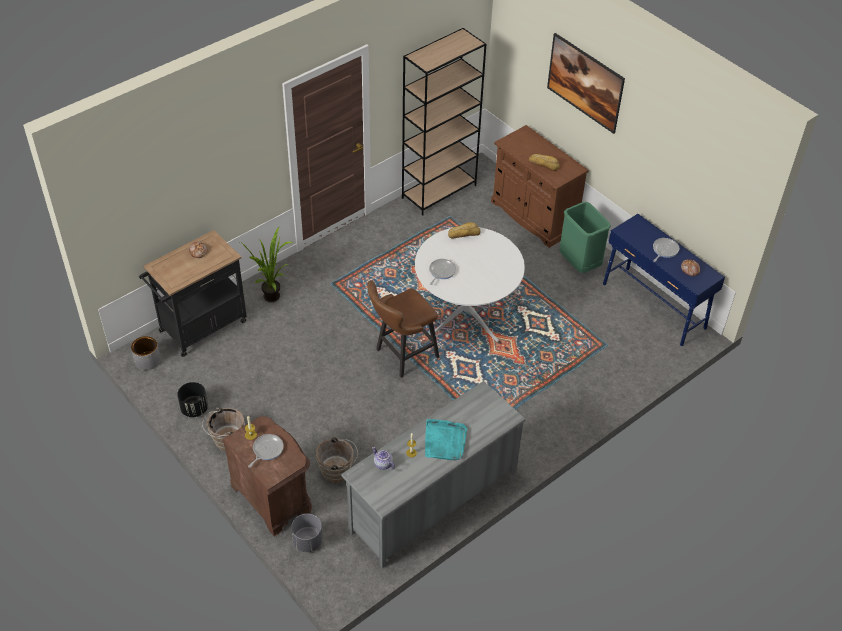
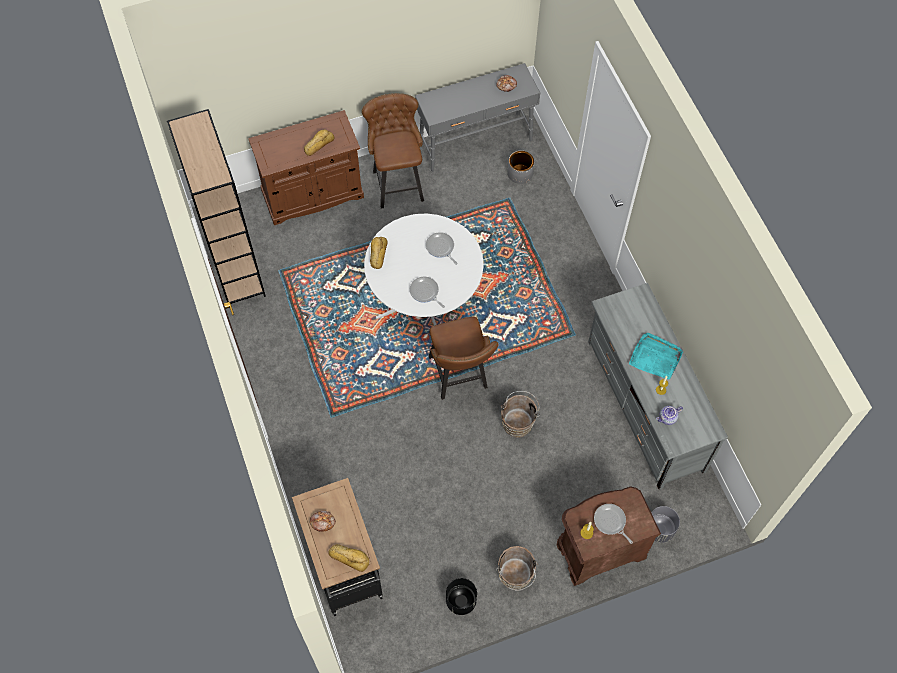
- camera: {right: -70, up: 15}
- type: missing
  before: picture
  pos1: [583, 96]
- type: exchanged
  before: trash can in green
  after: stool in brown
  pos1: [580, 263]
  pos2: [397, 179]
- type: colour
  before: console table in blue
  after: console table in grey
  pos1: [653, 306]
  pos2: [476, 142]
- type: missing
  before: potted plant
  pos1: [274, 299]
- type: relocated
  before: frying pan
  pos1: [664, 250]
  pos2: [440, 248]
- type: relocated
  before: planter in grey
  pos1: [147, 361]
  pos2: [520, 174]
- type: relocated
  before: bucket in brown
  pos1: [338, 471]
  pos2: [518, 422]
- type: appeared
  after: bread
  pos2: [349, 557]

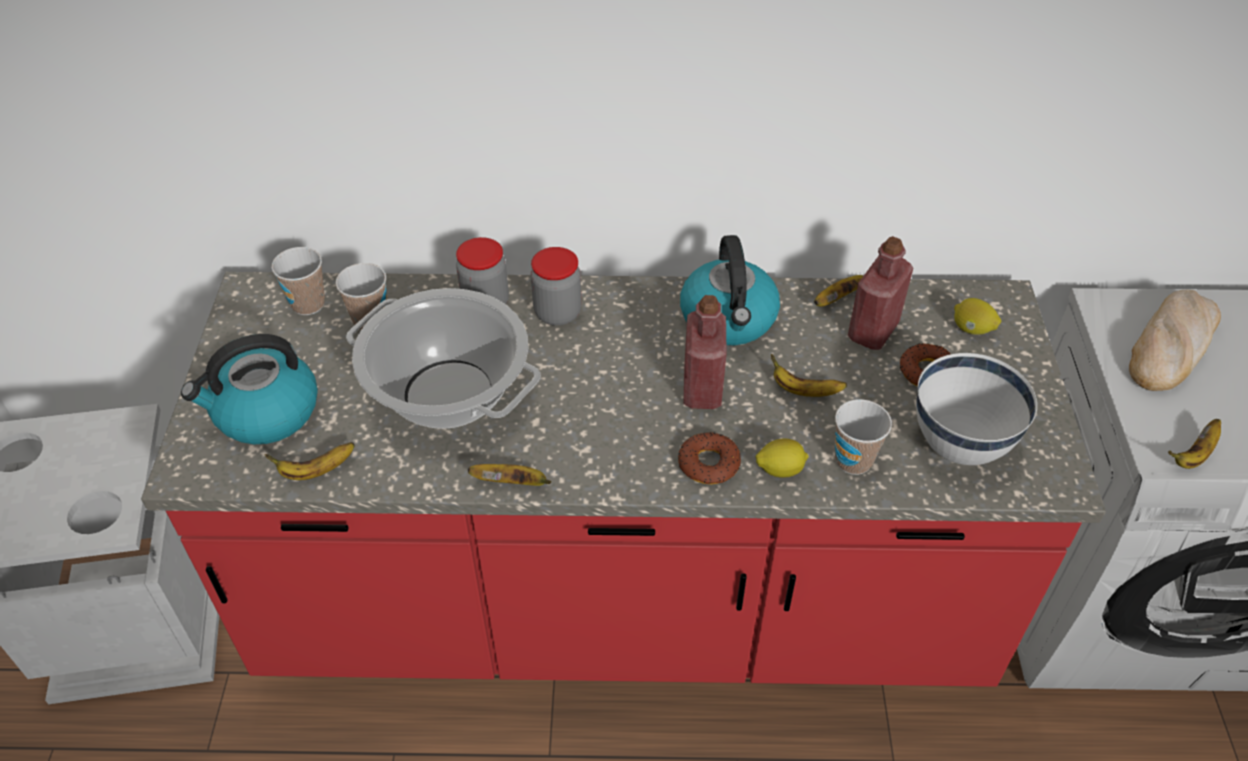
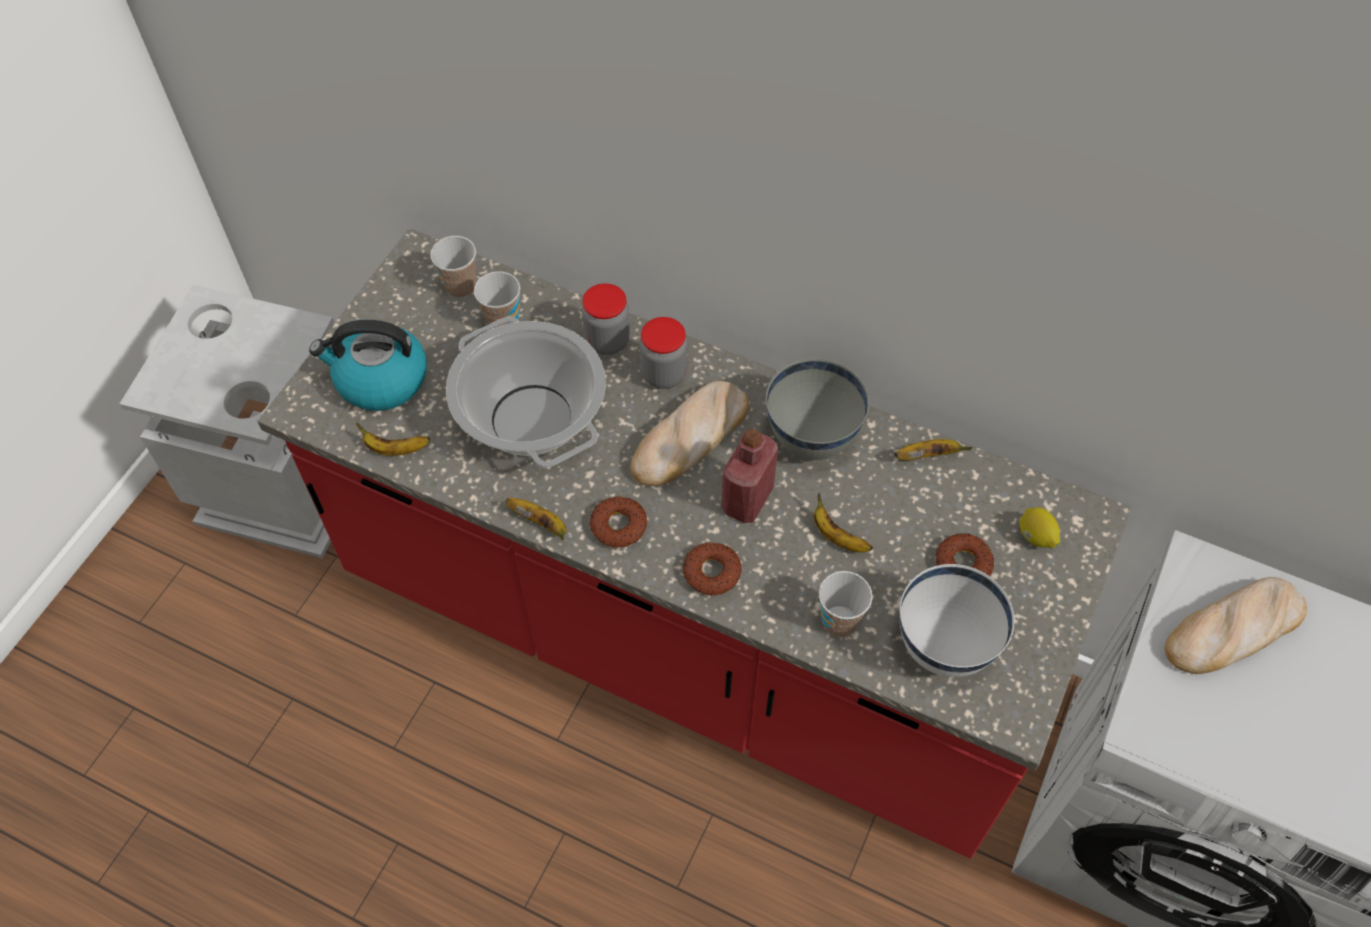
- camera: {right: 25, up: 10}
- type: exchanged
  before: kettle
  after: bowl in grey
  pos1: [729, 319]
  pos2: [812, 439]
- type: missing
  before: bottle in red
  pos1: [873, 331]
- type: missing
  before: banana
  pos1: [1193, 455]
- type: missing
  before: lemon
  pos1: [779, 470]
- type: appeared
  after: bread
  pos2: [690, 438]
- type: appeared
  after: donut
  pos2: [618, 525]

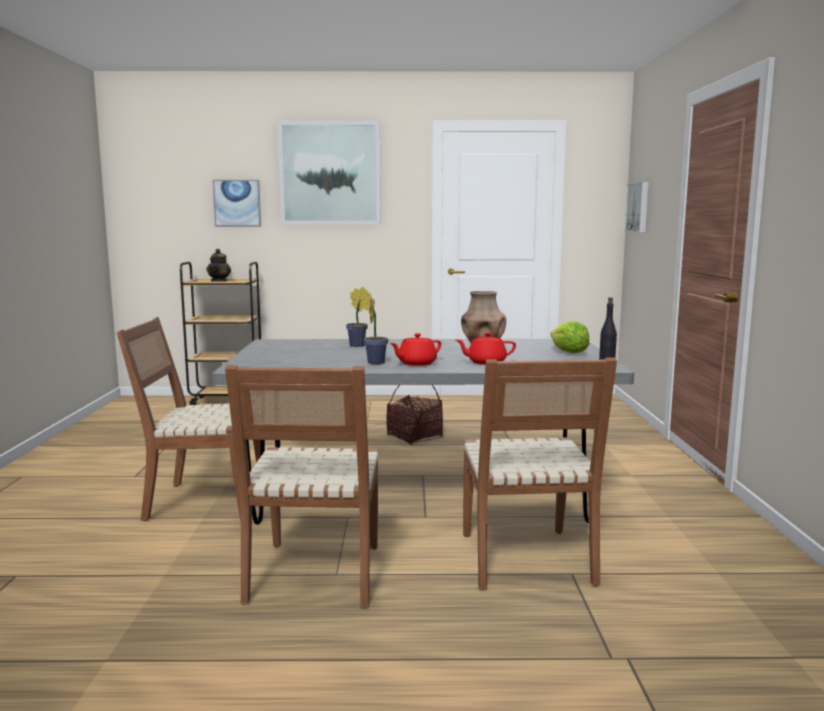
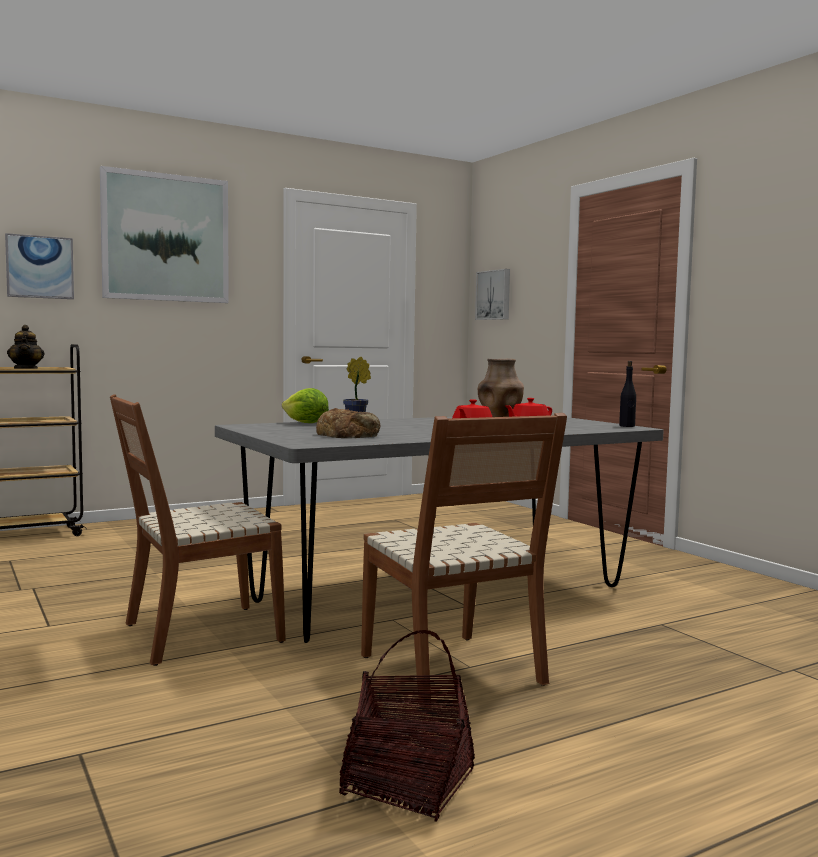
- camera: {right: -30, up: -5}
- type: missing
  before: potted plant
  pos1: [376, 362]
- type: relocated
  before: lettuce
  pos1: [568, 353]
  pos2: [306, 423]
- type: missing
  before: chair
  pos1: [526, 562]
- type: relocated
  before: basket
  pos1: [414, 436]
  pos2: [407, 783]
- type: appeared
  after: bread
  pos2: [348, 434]

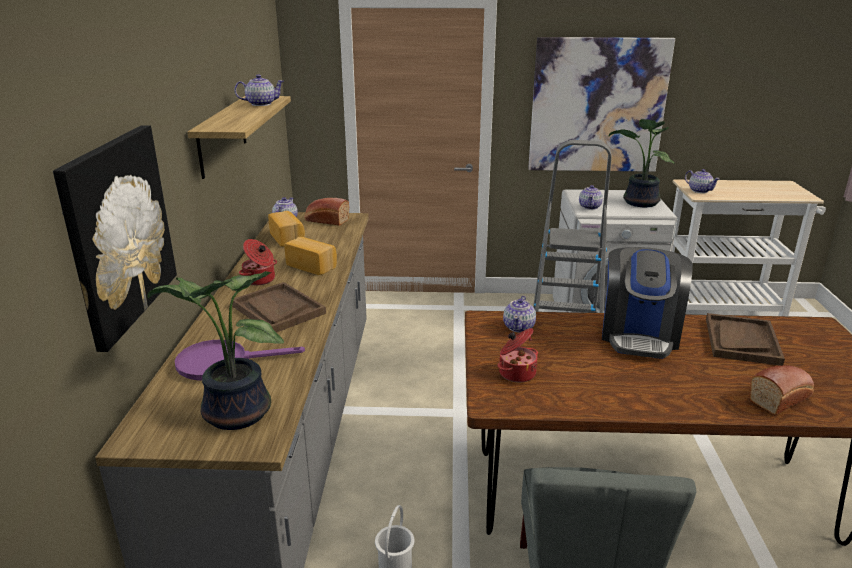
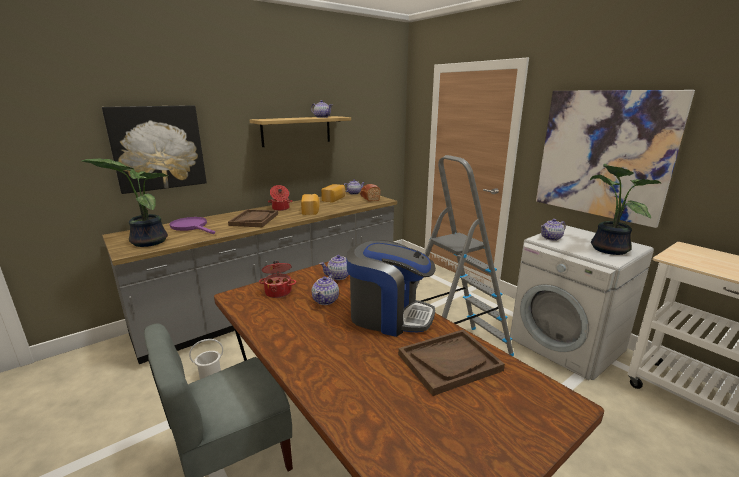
- camera: {right: 50, up: -5}
- type: relocated
  before: teapot
  pos1: [699, 190]
  pos2: [326, 300]
- type: spun
  before: coffee machine
  pos1: [639, 335]
  pos2: [389, 315]
  turn: -135
- type: missing
  before: bread
  pos1: [781, 398]

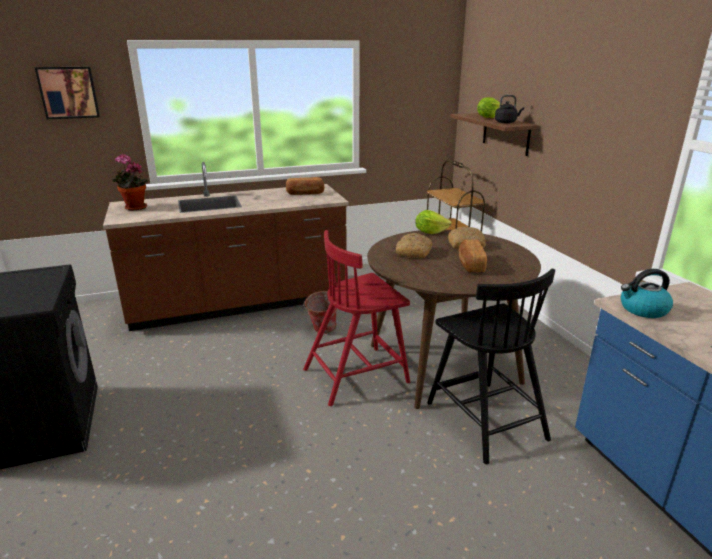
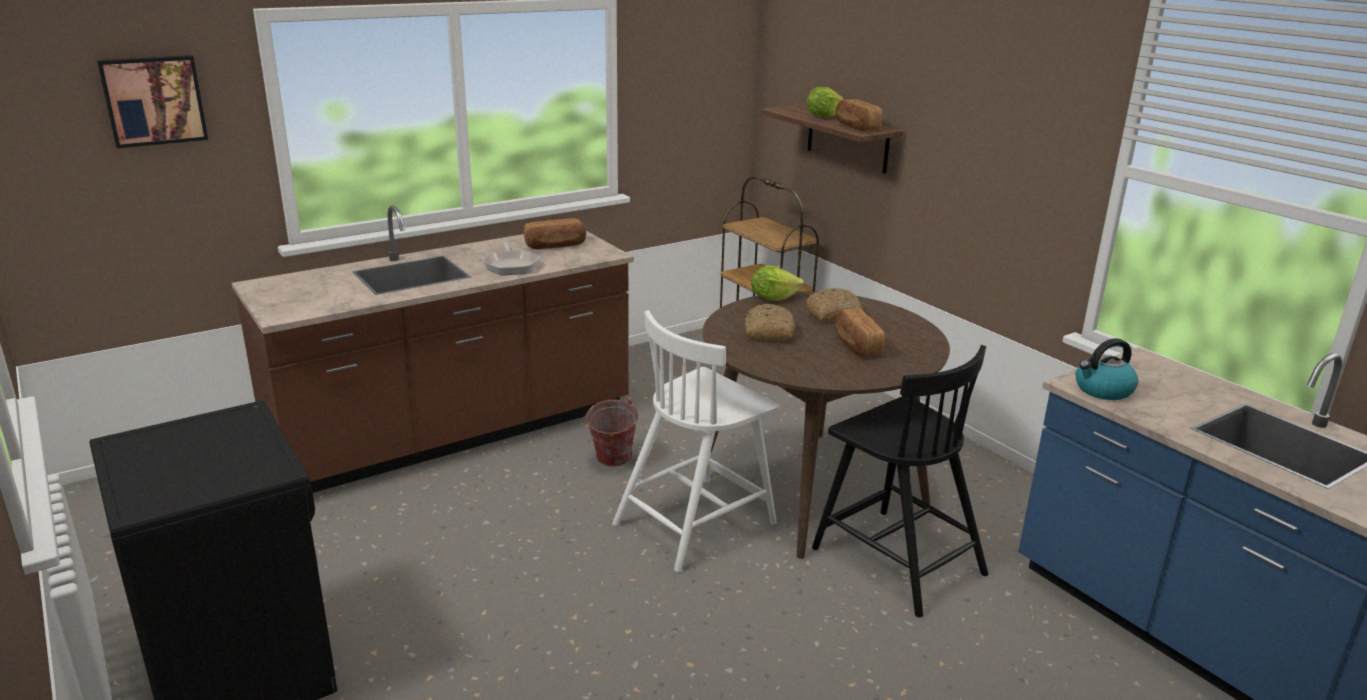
- camera: {right: -15, up: 0}
- type: exchanged
  before: kettle in black
  after: bread
  pos1: [506, 122]
  pos2: [855, 126]
- type: missing
  before: potted plant
  pos1: [134, 208]
- type: colour
  before: chair in red
  after: chair in white
  pos1: [357, 375]
  pos2: [696, 522]
- type: appeared
  after: frying pan
  pos2: [511, 265]

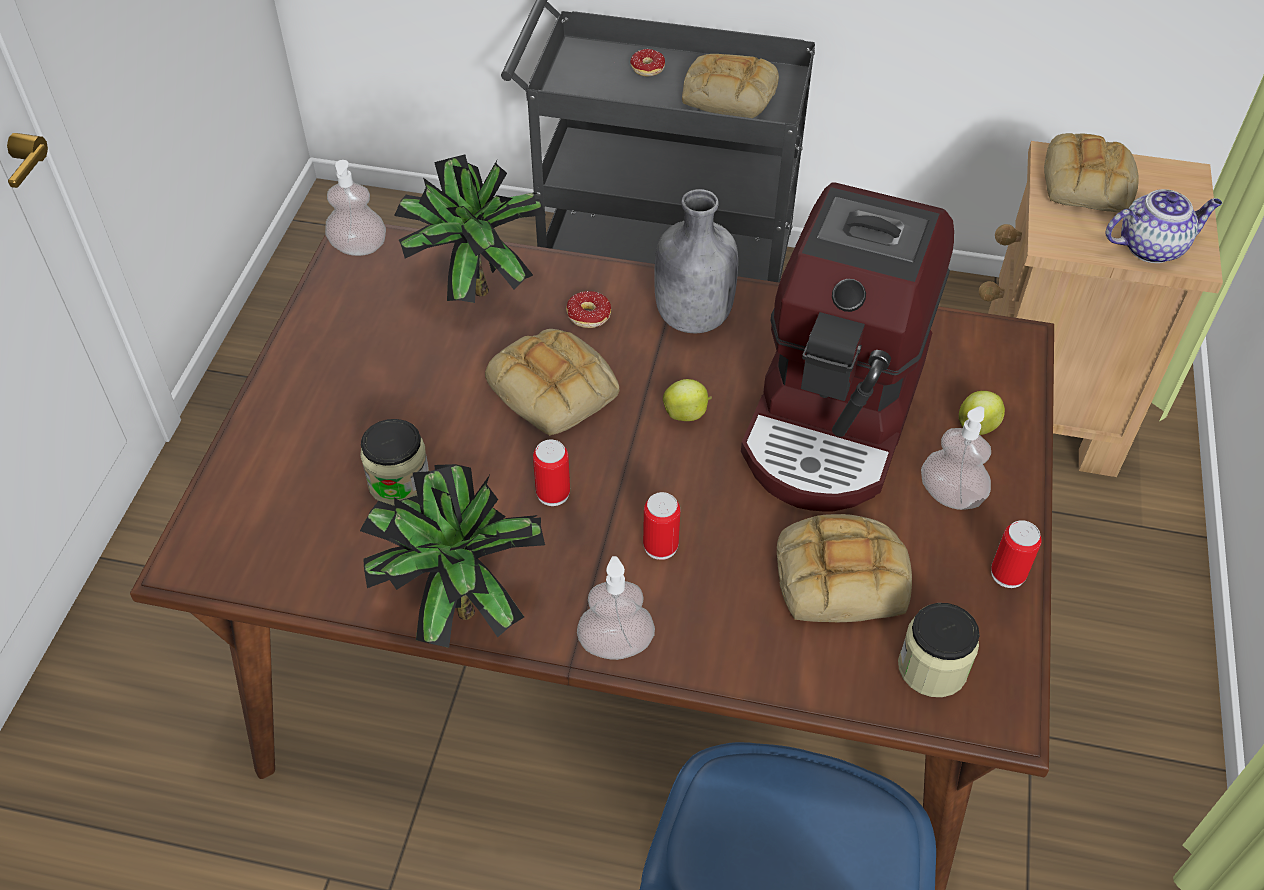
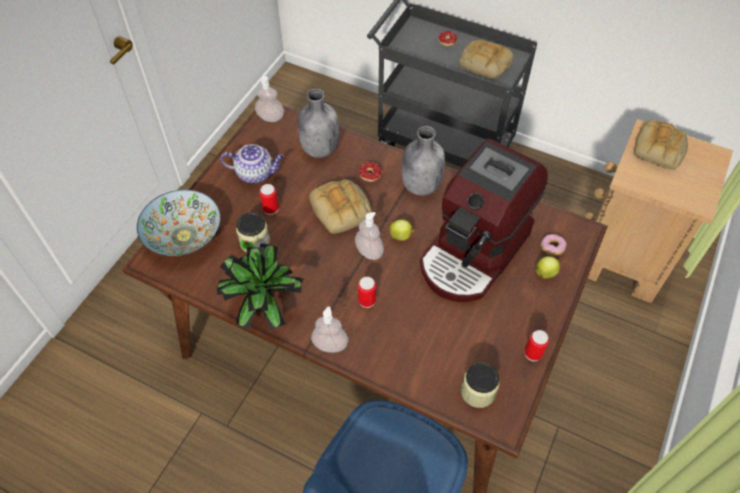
- camera: {right: 15, up: 5}
- type: exchanged
  before: potted plant
  after: bottle in grey
  pos1: [474, 287]
  pos2: [319, 149]
- type: relocated
  before: teapot
  pos1: [1152, 247]
  pos2: [256, 173]
- type: relocated
  before: soap dispenser
  pos1: [950, 495]
  pos2: [369, 251]
- type: relocated
  before: can
  pos1: [553, 493]
  pos2: [271, 209]
- type: missing
  before: bread
  pos1: [843, 575]
- type: appeared
  after: bowl
  pos2: [184, 236]
- type: appeared
  after: donut
  pos2: [552, 248]

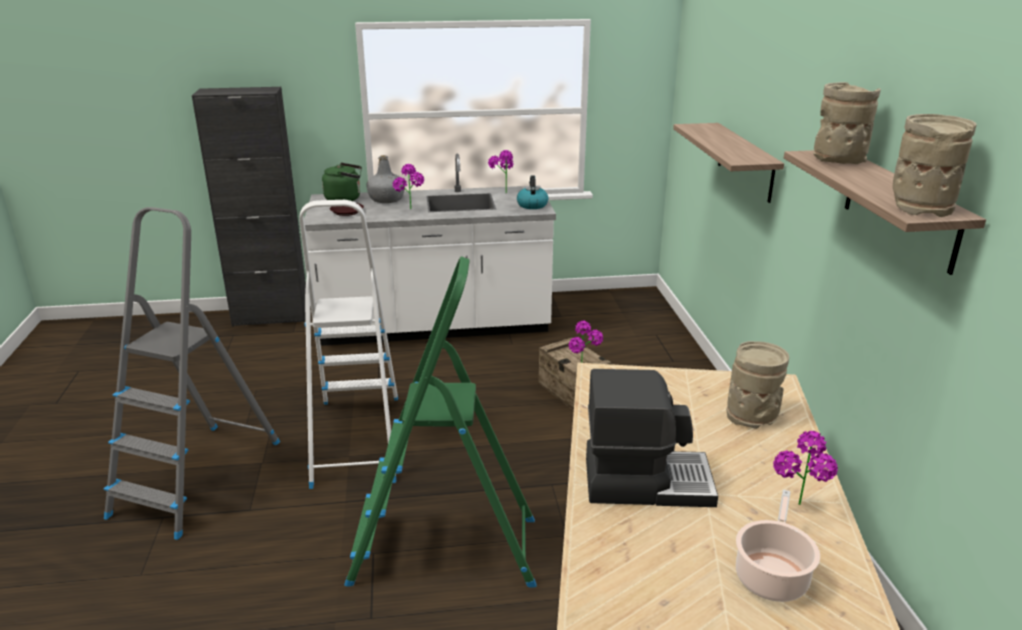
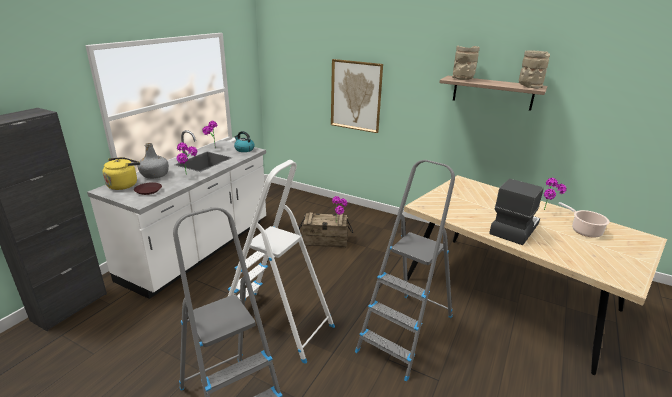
- camera: {right: -55, up: 0}
- type: exchanged
  before: shelf
  after: picture
  pos1: [745, 162]
  pos2: [356, 96]
- type: colour
  before: kettle in green
  after: kettle in yellow
  pos1: [345, 199]
  pos2: [124, 185]
- type: colour
  before: step ladder in green
  after: step ladder in grey
  pos1: [442, 551]
  pos2: [406, 333]
- type: missing
  before: vase in beige
  pos1: [752, 416]

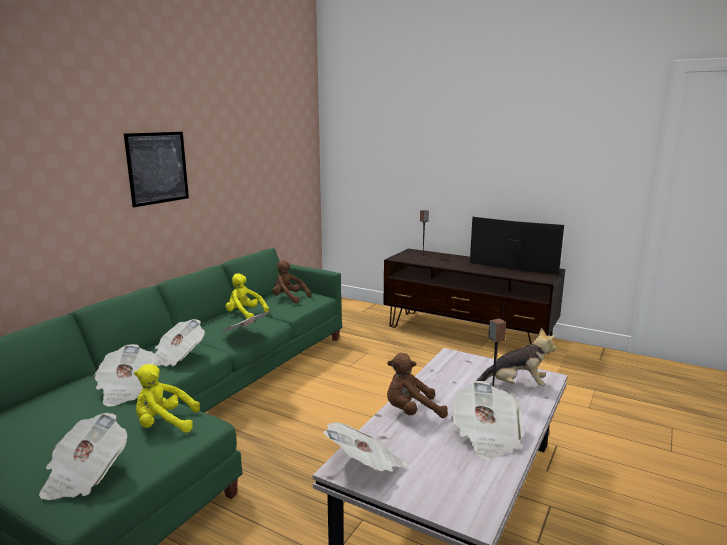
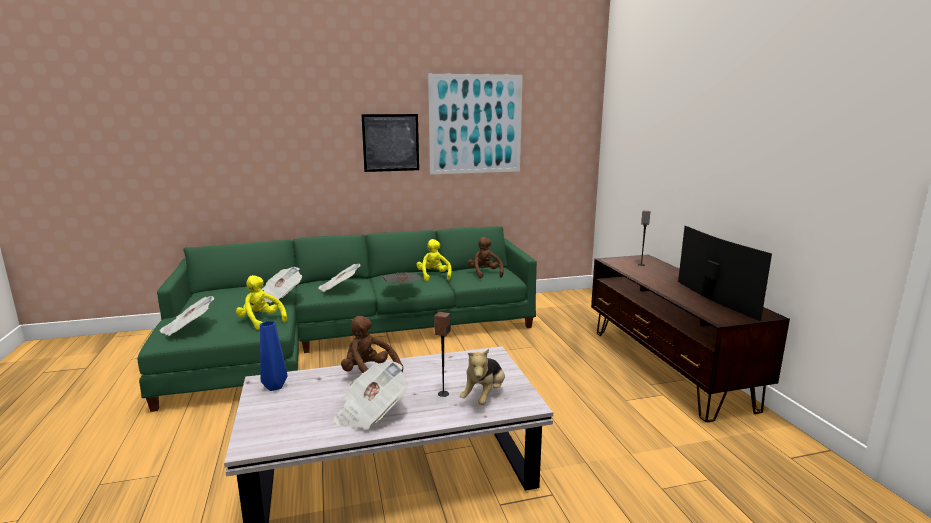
- camera: {right: 45, up: 0}
- type: spun
  before: plush toy
  pos1: [516, 385]
  pos2: [484, 396]
  turn: 60
- type: exchanged
  before: newspaper
  after: vase in blue
  pos1: [366, 466]
  pos2: [273, 387]
- type: appeared
  after: picture
  pos2: [475, 124]

